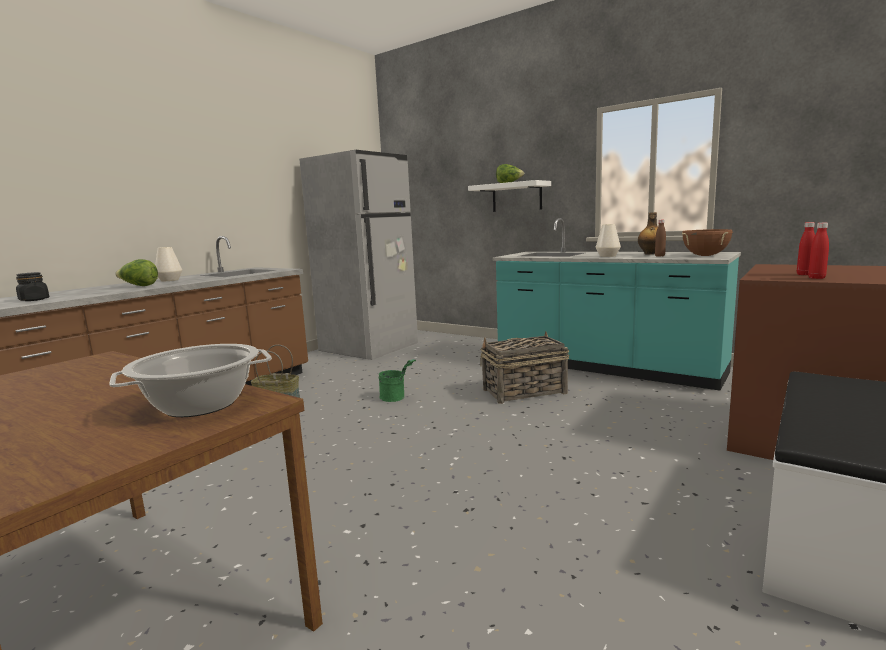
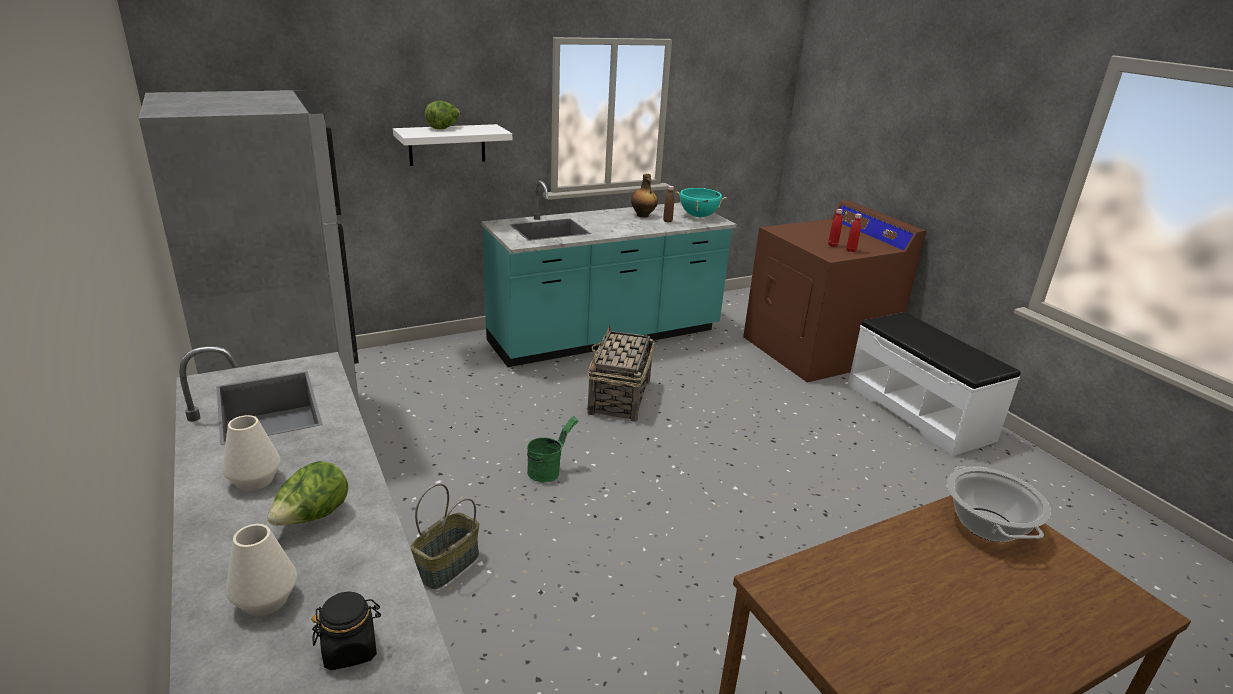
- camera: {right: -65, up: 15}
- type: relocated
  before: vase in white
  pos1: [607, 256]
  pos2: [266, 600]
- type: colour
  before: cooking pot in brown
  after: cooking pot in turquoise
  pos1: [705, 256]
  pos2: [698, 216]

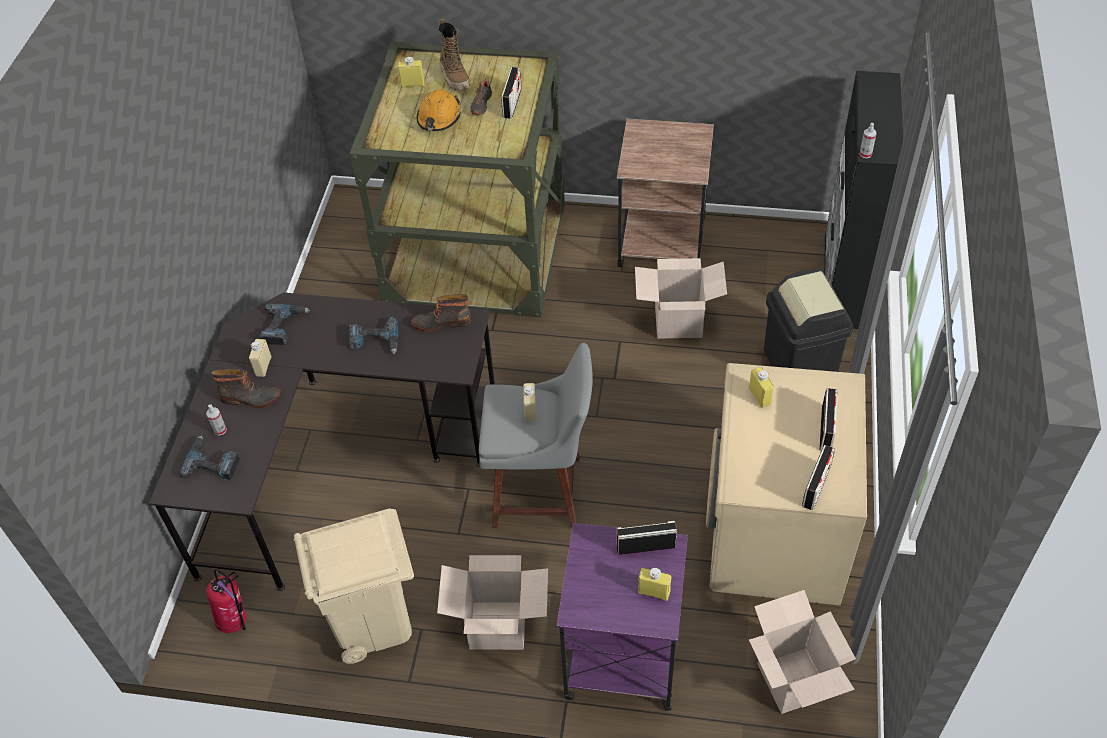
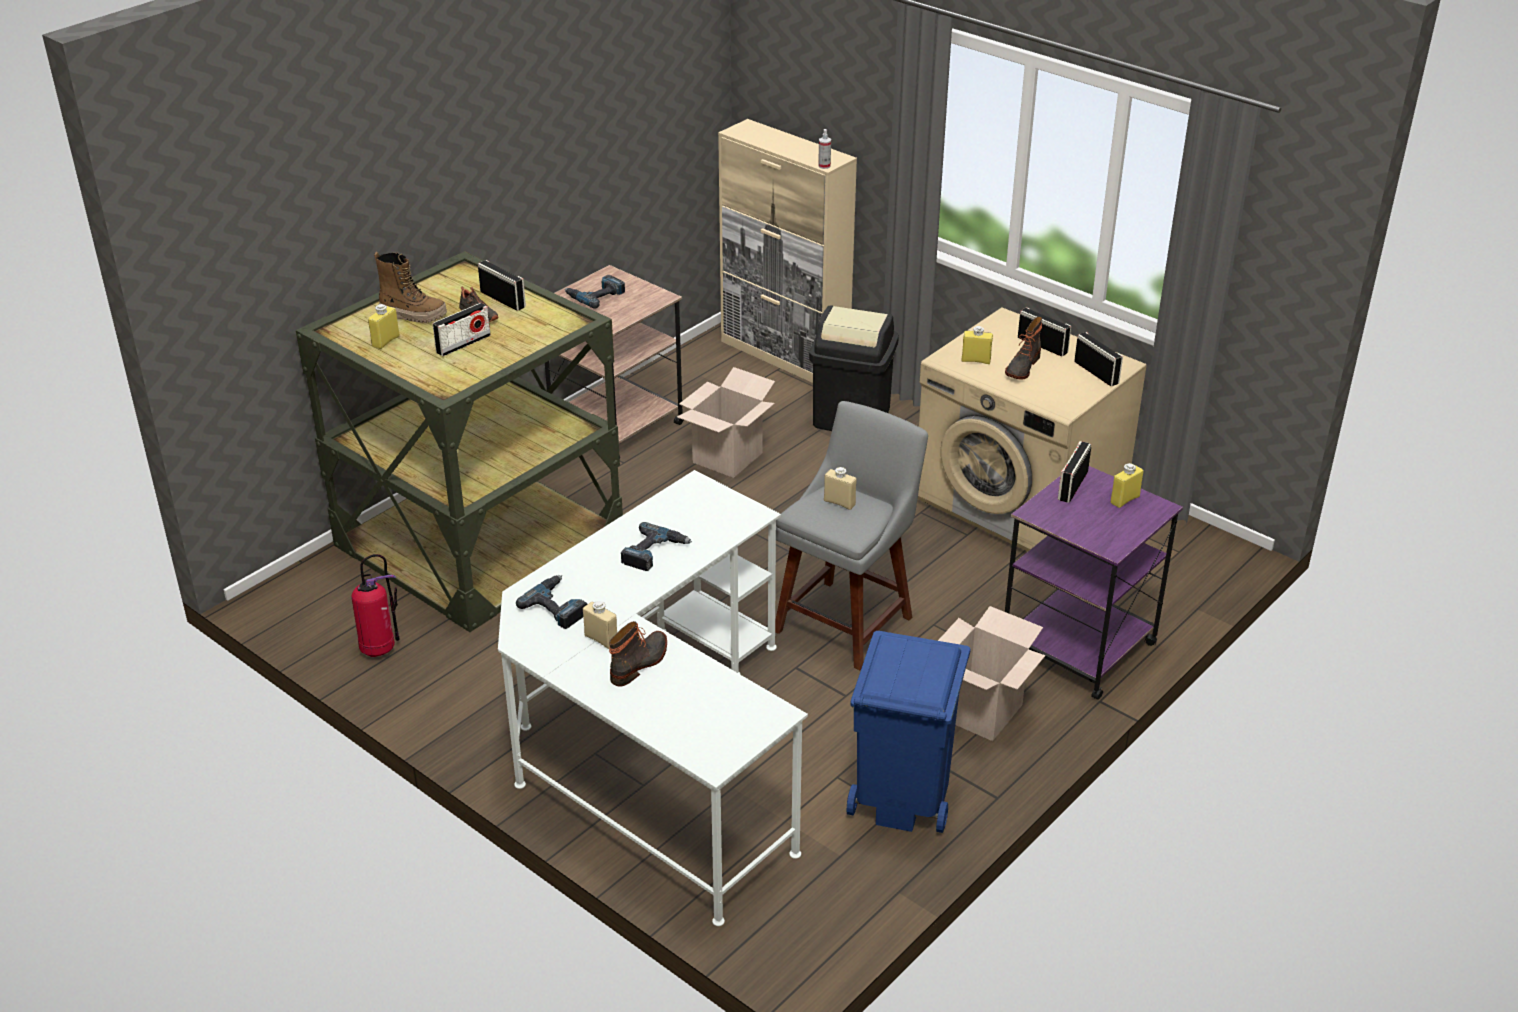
- camera: {right: -60, up: -15}
- type: colour
  before: cabinet in black
  after: cabinet in beige
  pos1: [843, 282]
  pos2: [785, 356]
- type: exchanged
  before: hard hat in orange
  after: radio
  pos1: [439, 118]
  pos2: [463, 344]
- type: colour
  before: desk in black
  after: desk in white
  pos1: [333, 457]
  pos2: [654, 750]
- type: relocated
  before: boot
  pos1: [441, 322]
  pos2: [1022, 367]
- type: missing
  before: spray bottle
  pos1: [220, 430]
- type: relocated
  before: power drill
  pos1: [213, 462]
  pos2: [595, 295]
- type: colour
  before: trash can in beige
  after: trash can in blue
  pos1: [373, 621]
  pos2: [902, 797]
- type: relocated
  before: fire extinguisher
  pos1: [236, 621]
  pos2: [379, 648]
- type: missing
  before: cardboard box
  pos1: [793, 680]

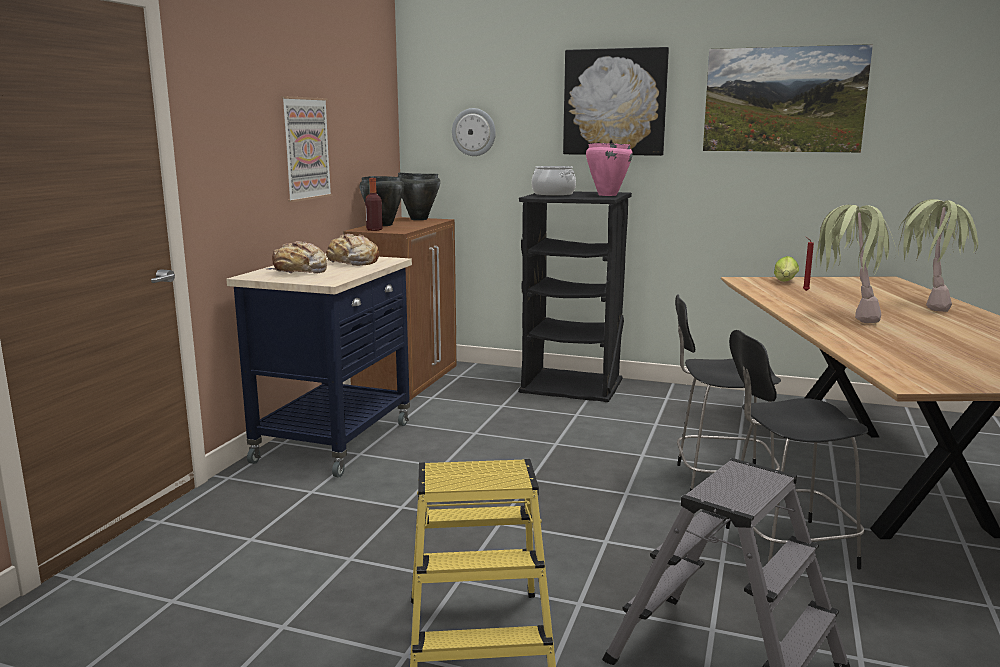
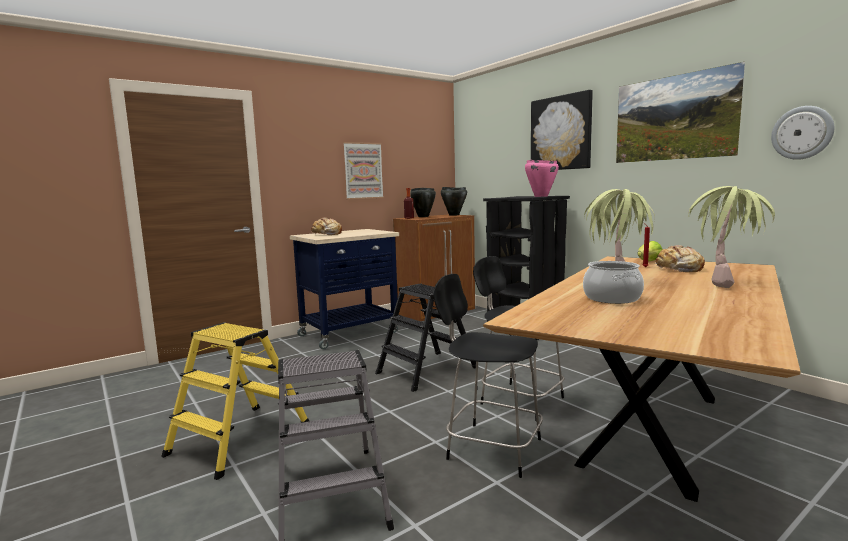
- camera: {right: 35, up: -5}
- type: relocated
  before: wall clock
  pos1: [474, 132]
  pos2: [802, 133]
- type: relocated
  before: cooking pot
  pos1: [553, 194]
  pos2: [612, 298]
- type: relocated
  before: bread
  pos1: [352, 262]
  pos2: [678, 269]
- type: appeared
  after: step ladder in black
  pos2: [427, 370]

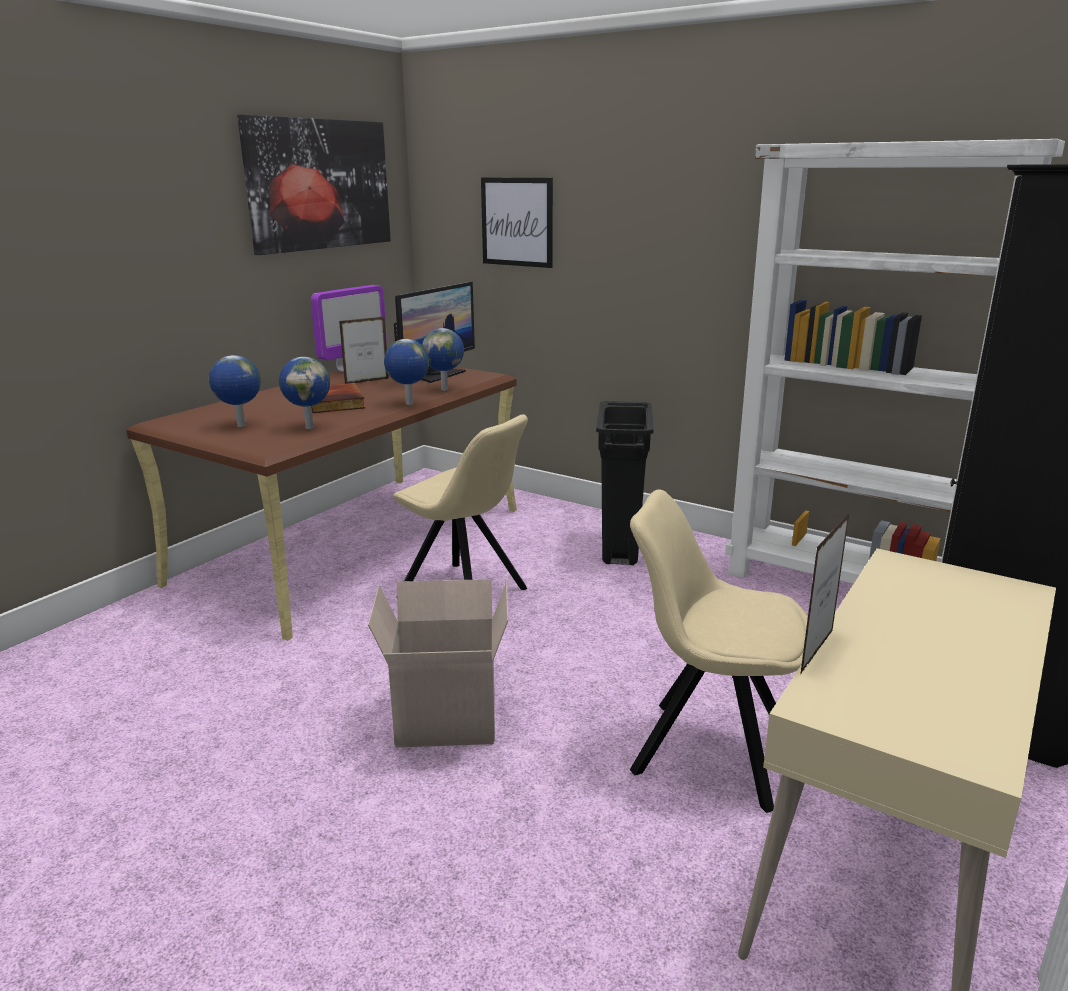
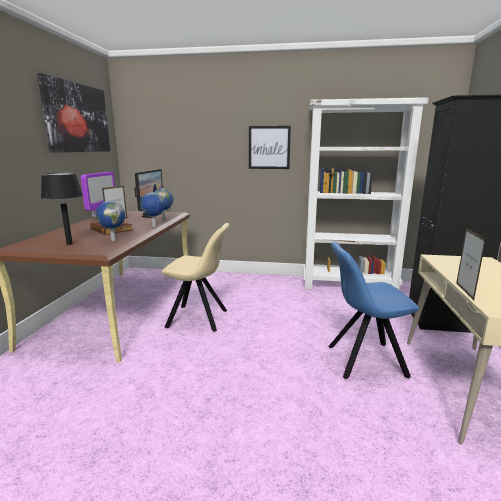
- camera: {right: -25, up: -5}
- type: relocated
  before: picture
  pos1: [517, 222]
  pos2: [269, 147]
- type: exchanged
  before: globe
  after: table lamp in black
  pos1: [241, 426]
  pos2: [69, 244]
- type: missing
  before: trash can in black
  pos1: [620, 548]
- type: colour
  before: chair in beige
  after: chair in blue
  pos1: [710, 752]
  pos2: [365, 360]
- type: missing
  before: cardboard box
  pos1: [444, 722]

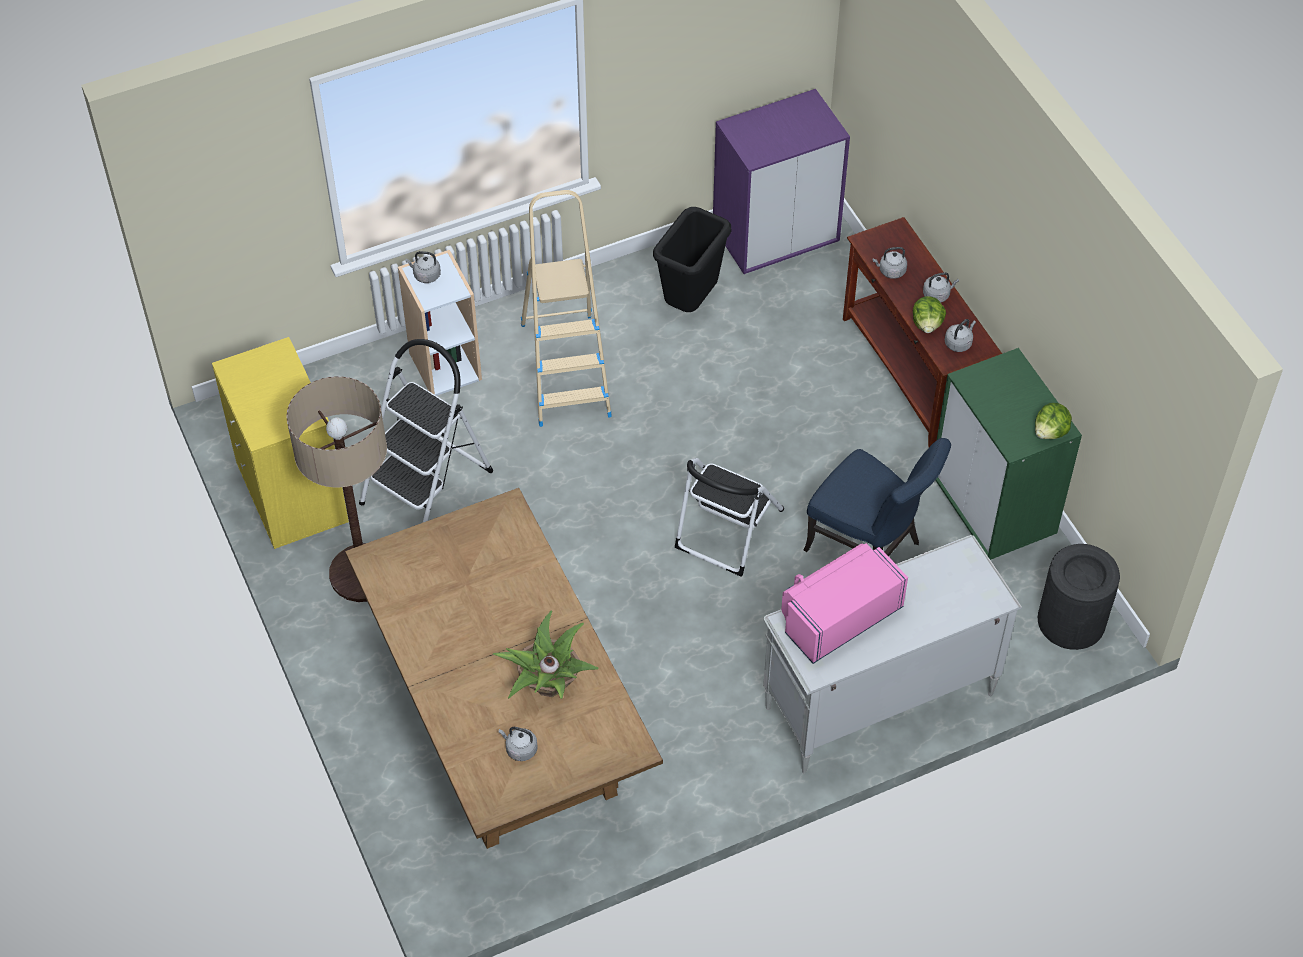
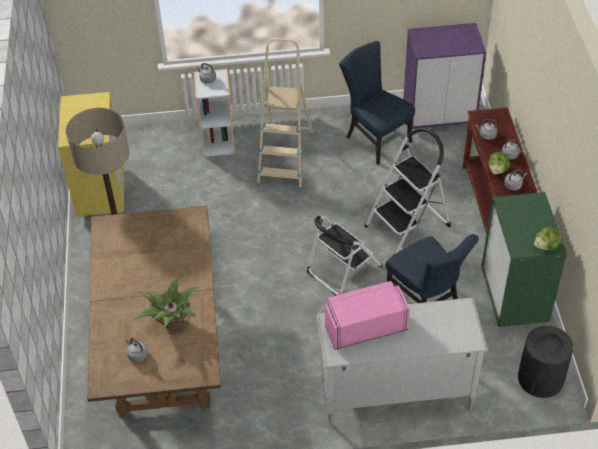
- camera: {right: 20, up: -5}
- type: exchanged
  before: trash can in black
  after: chair in blue
  pos1: [691, 301]
  pos2: [374, 138]
- type: relocated
  before: step ladder
  pos1: [430, 486]
  pos2: [409, 226]

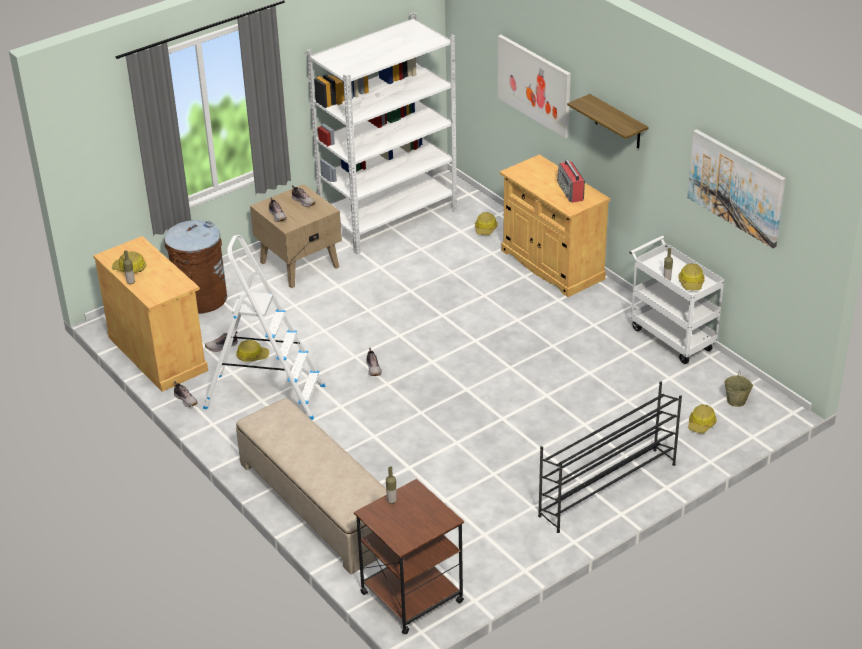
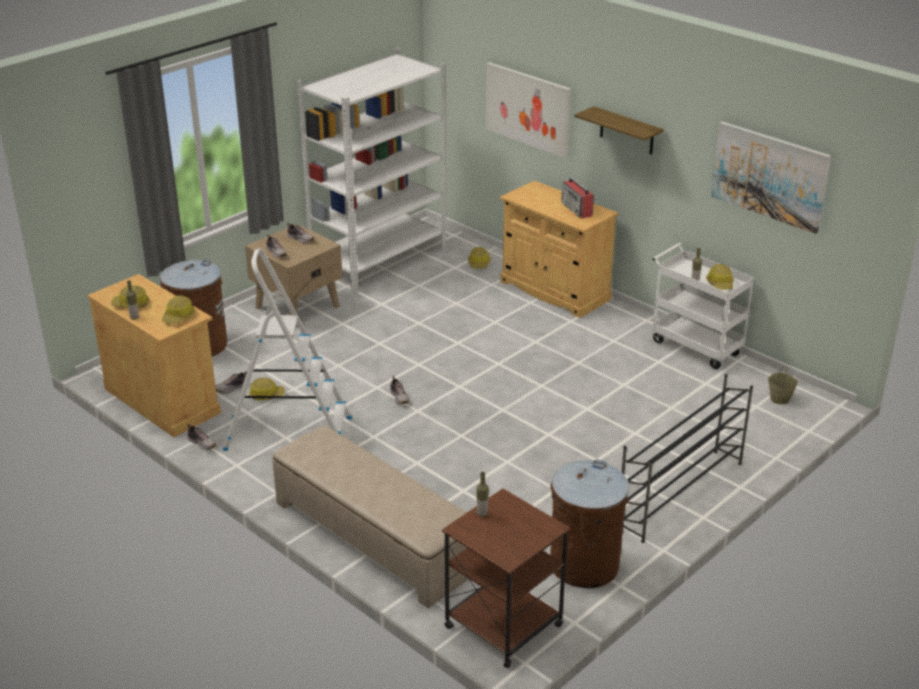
- camera: {right: -10, up: -5}
- type: relocated
  before: hard hat
  pos1: [701, 424]
  pos2: [179, 316]
- type: appeared
  after: trash can in brown
  pos2: [583, 565]

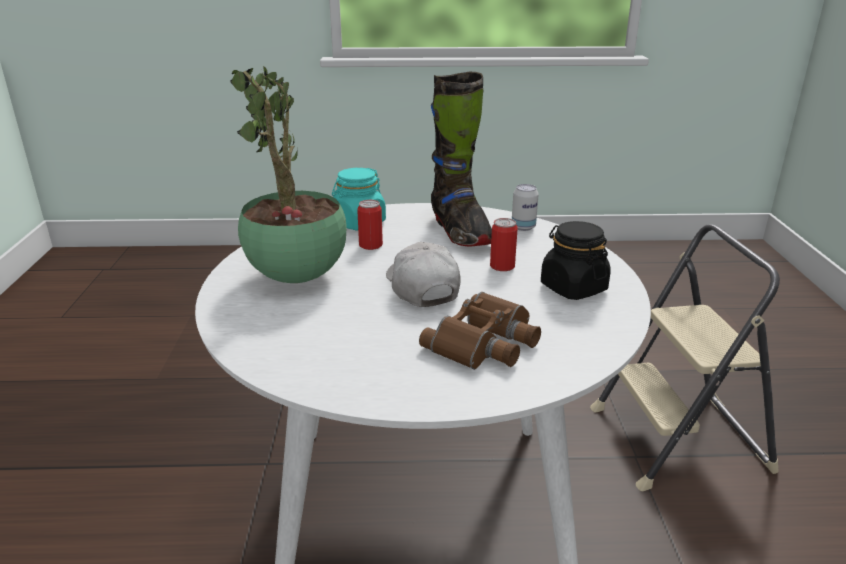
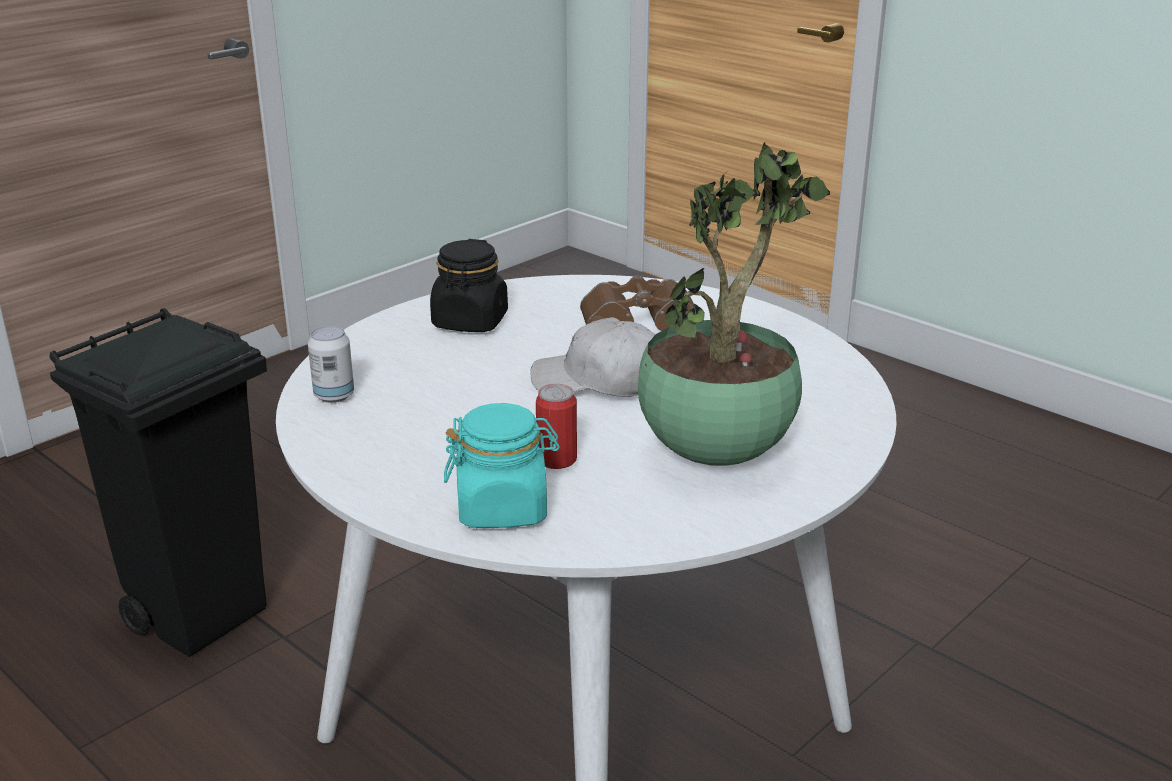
- camera: {right: -135, up: 0}
- type: missing
  before: boot in black
  pos1: [460, 231]
- type: missing
  before: can
  pos1: [502, 266]
- type: exchanged
  before: step ladder in beige
  after: trash can in black
  pos1: [685, 438]
  pos2: [202, 616]
- type: spun
  before: cap in white
  pos1: [422, 287]
  pos2: [601, 382]
  turn: 75

